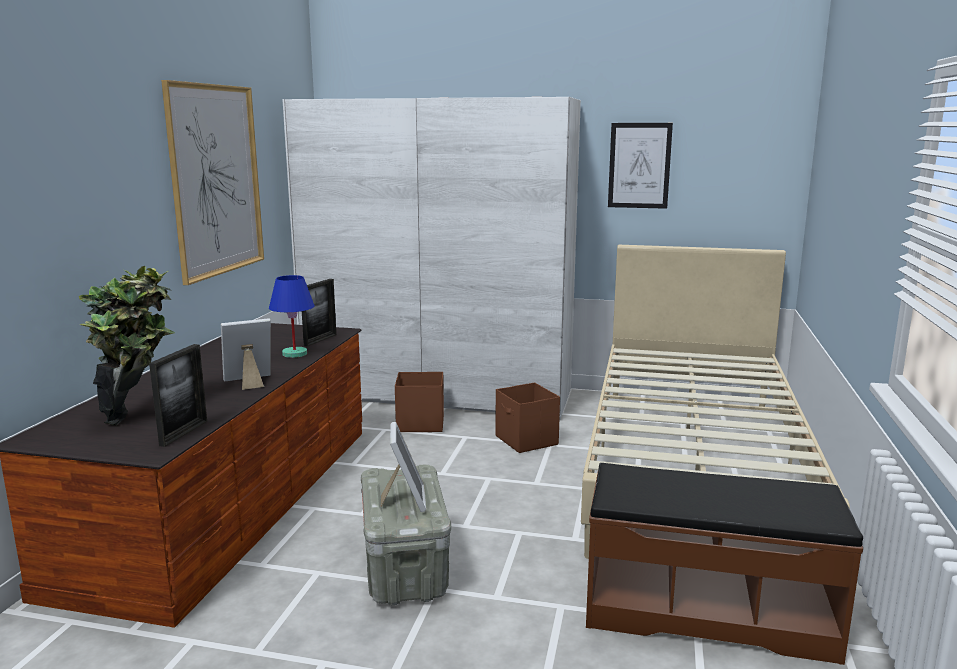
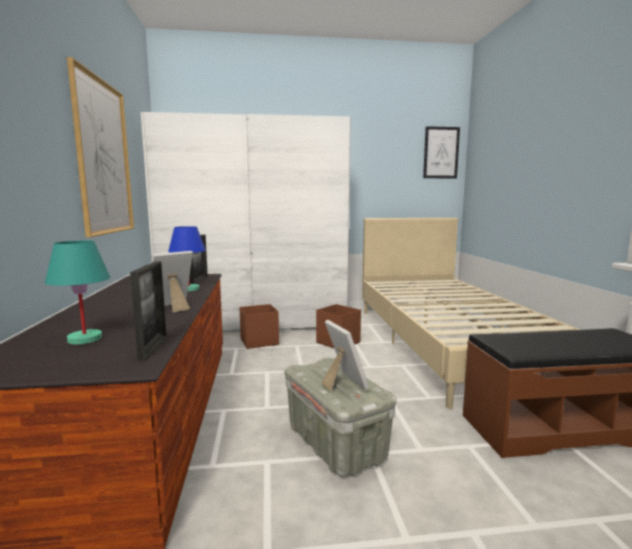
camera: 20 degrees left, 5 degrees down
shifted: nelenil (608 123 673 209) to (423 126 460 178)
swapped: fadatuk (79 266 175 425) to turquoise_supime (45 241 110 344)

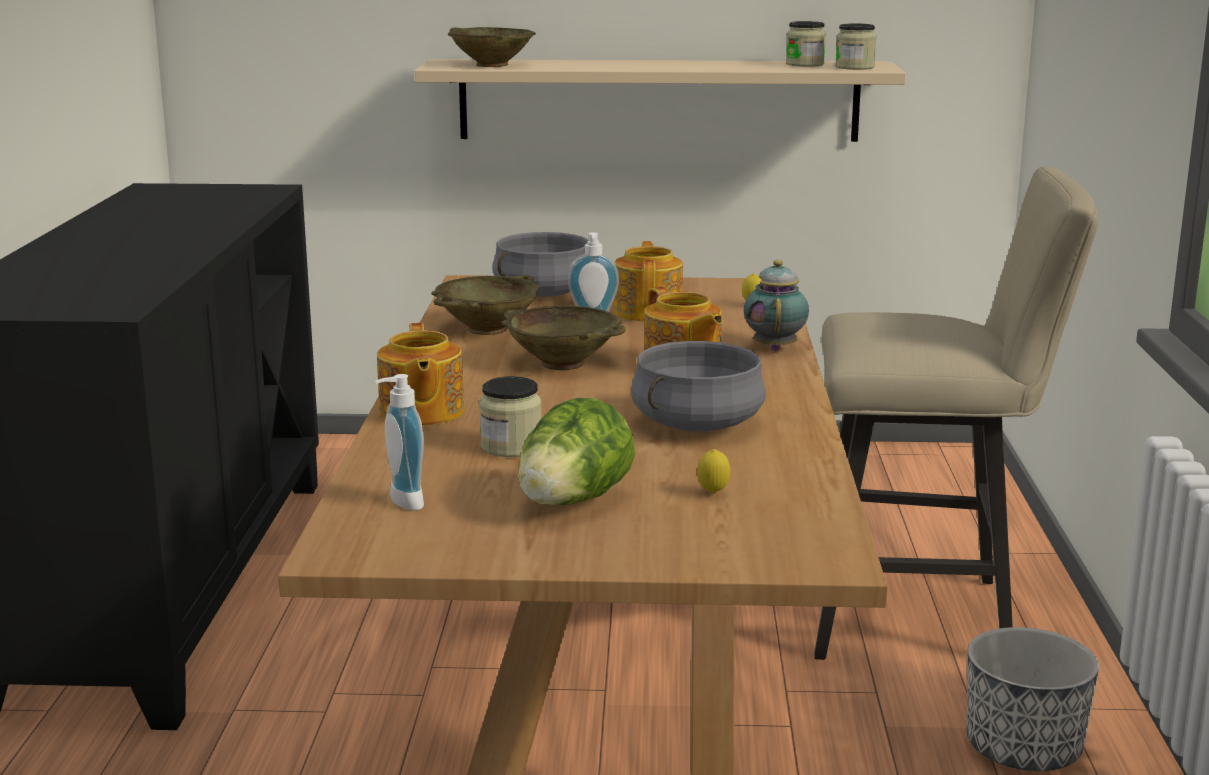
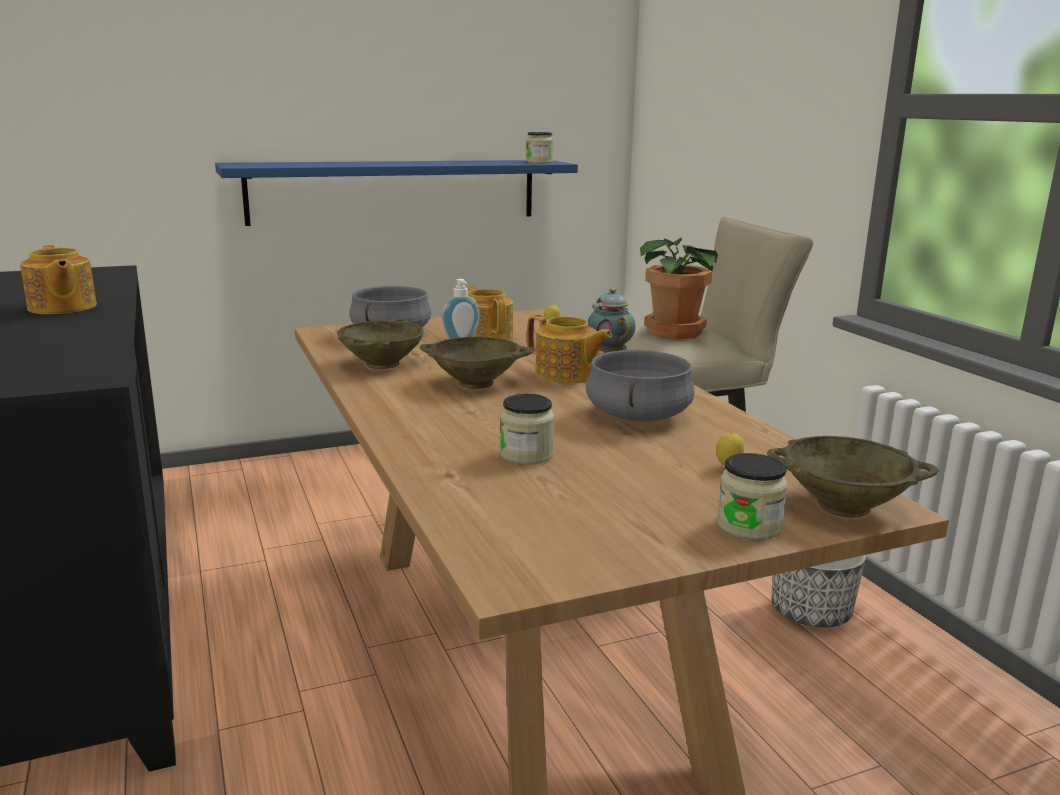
camera: 25 degrees left, 0 degrees up
gone: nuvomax (375 374 424 511); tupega (518 398 635 505)
new: fadatuk (640 238 718 339)
shifted: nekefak (377 323 465 426) to (20 245 97 314); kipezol (786 21 826 67) to (717 453 788 540); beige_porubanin (448 27 536 67) to (767 436 938 518)
repainted: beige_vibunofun (414 59 906 142) to blue_vibunofun (215 160 578 226)

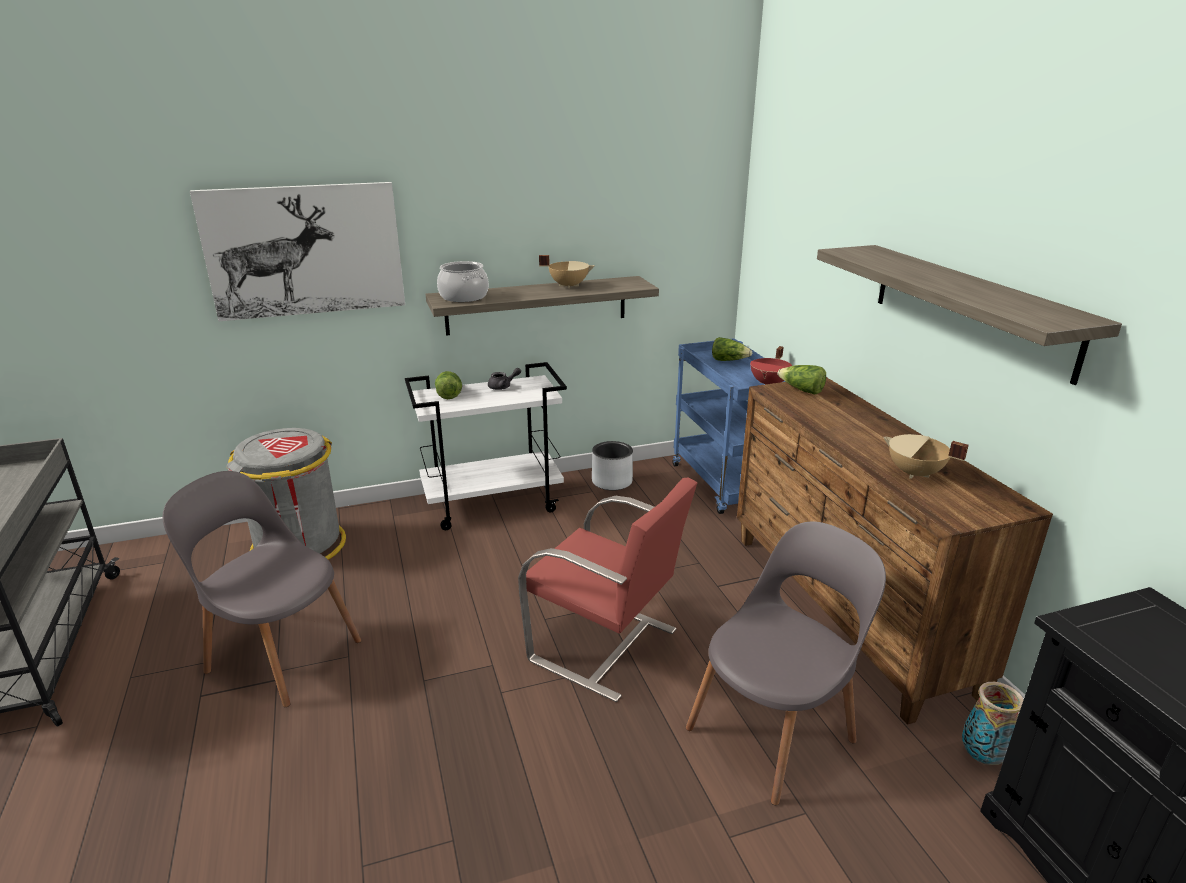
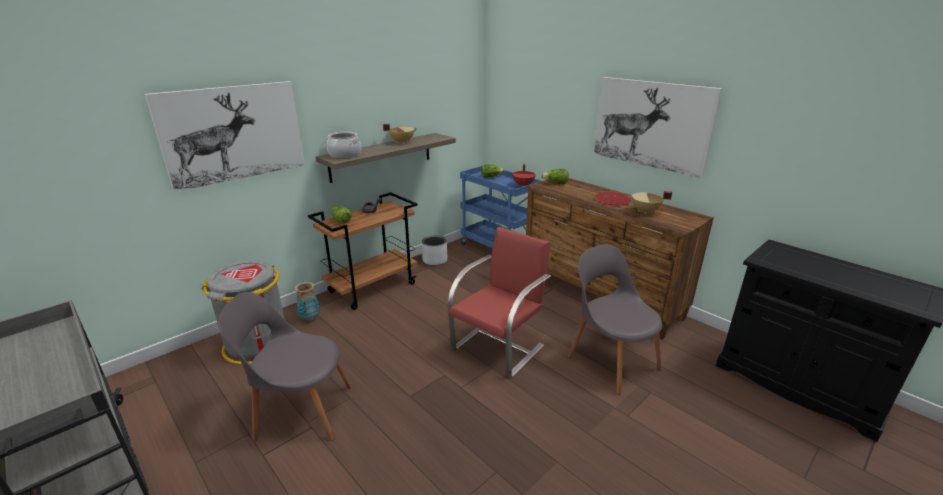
camera: 25 degrees left, 0 degrees up
new: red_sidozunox (594 191 632 206)
shifted: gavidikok (962 682 1023 765) to (295 282 320 321)
swapped: vibunofun (817 245 1122 385) to nelenil (594 77 723 178)
repainted: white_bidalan (405 362 567 530) to brown_bidalan (308 192 418 310)
rotated: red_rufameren (518 477 697 702) = (448 227 551 377) 60 degrees counterclockwise; grey_rufameren (686 522 886 805) = (568 244 662 395) 60 degrees counterclockwise

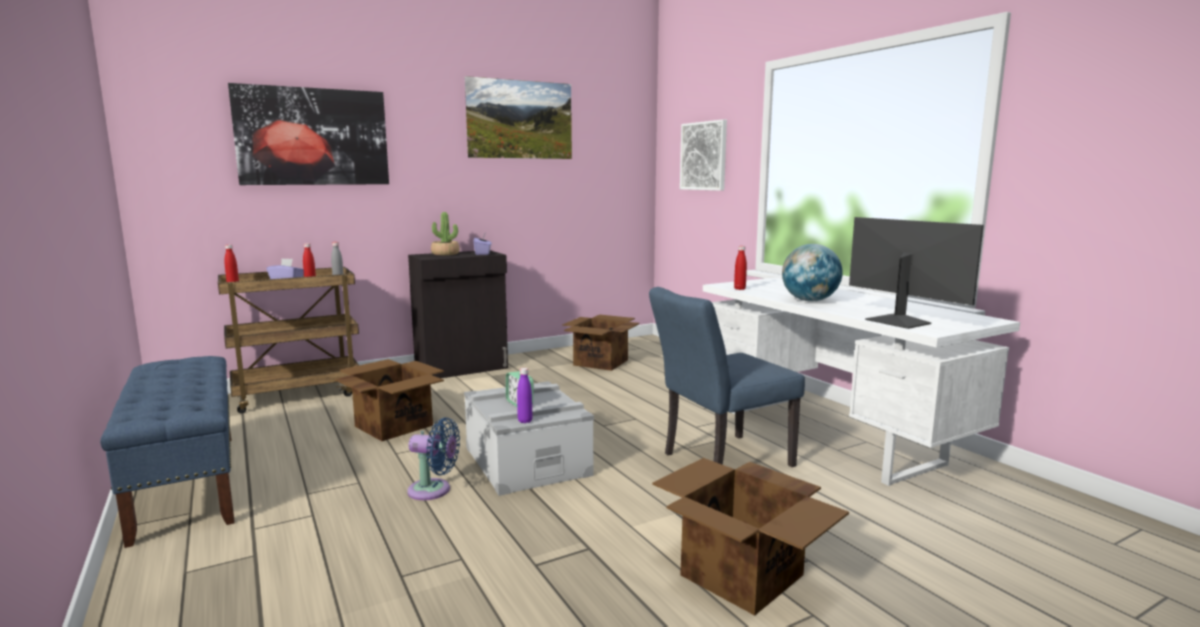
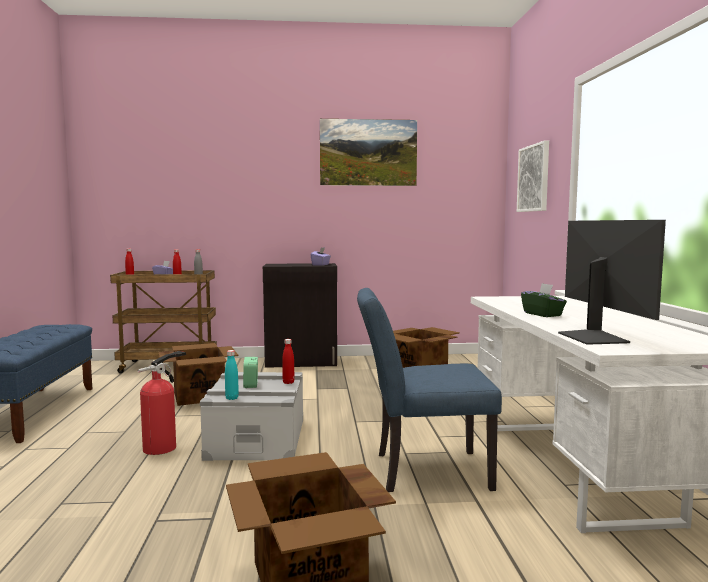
camera: 25 degrees right, 5 degrees down
gone: nelenil (228 83 389 185); fadatuk (431 212 459 255)
shifted: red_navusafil (734 246 747 290) to (282 339 295 384)
swapped: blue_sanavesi (407 418 460 500) to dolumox (137 351 186 455); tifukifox (782 244 843 302) to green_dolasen (521 283 567 317)
repainted: purple_navusafil (517 368 532 423) to turquoise_navusafil (225 350 239 400)

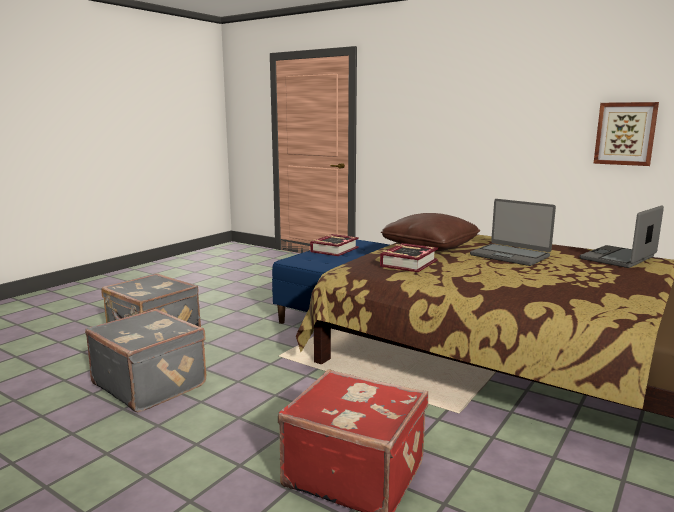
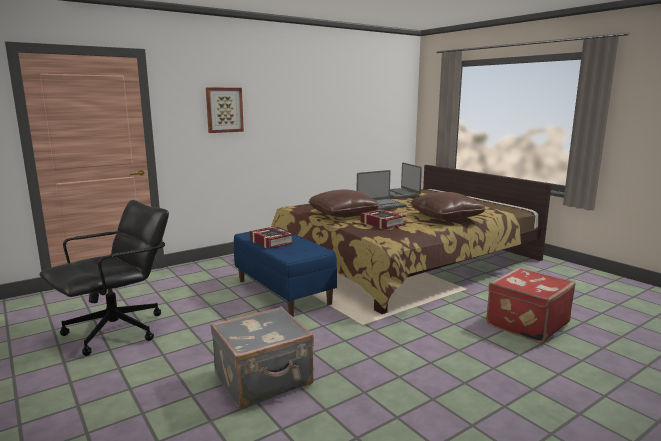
camera: 70 degrees left, 0 degrees up
gone: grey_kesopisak (85 309 206 412)
new: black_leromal (39 200 169 356); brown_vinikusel (410 192 486 220)
shifted: nelenil (593 102 659 166) to (206 87 244 133)

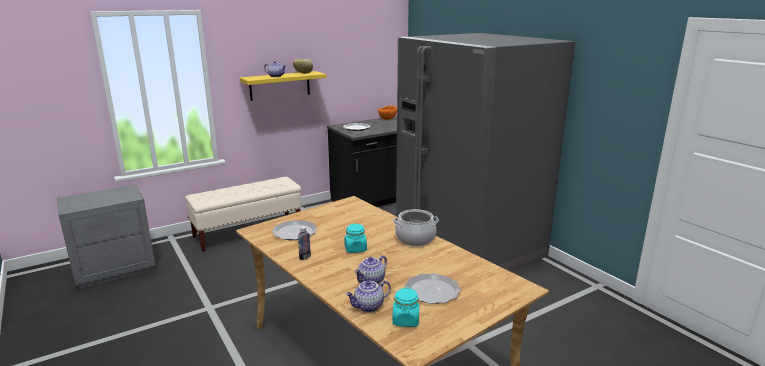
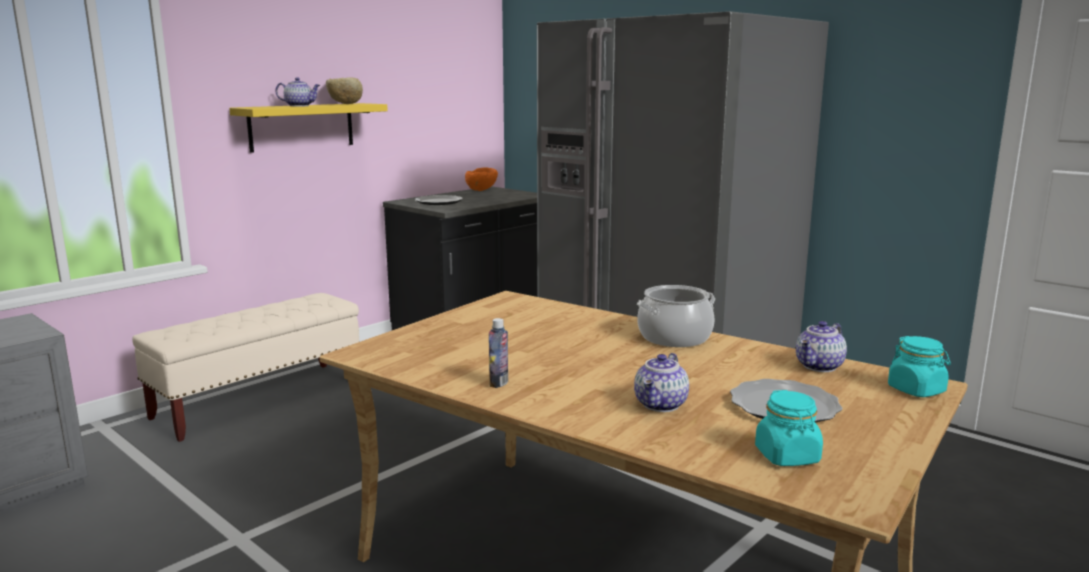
camera: 15 degrees left, 5 degrees down
gone: sidozunox (272 220 318 240)
shifted: nekefak (345 280 391 312) to (796 321 847 372); turquoise_kipezol (345 223 367 253) to (888 336 951 397)

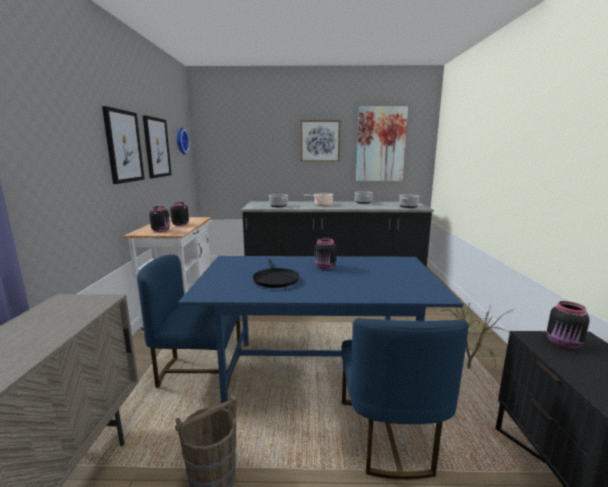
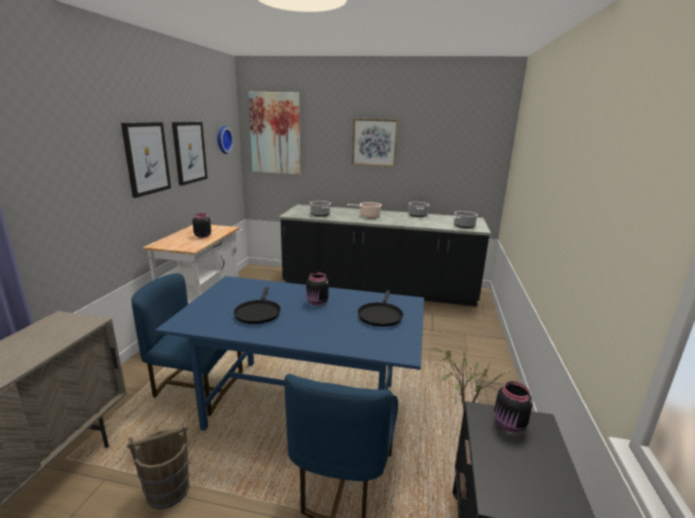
camera: 10 degrees right, 5 degrees up
gone: black_kipezol (149 206 170 232)
new: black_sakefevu (358 290 403 327)
shifted: nelenil (356 107 408 181) to (248 92 300 174)

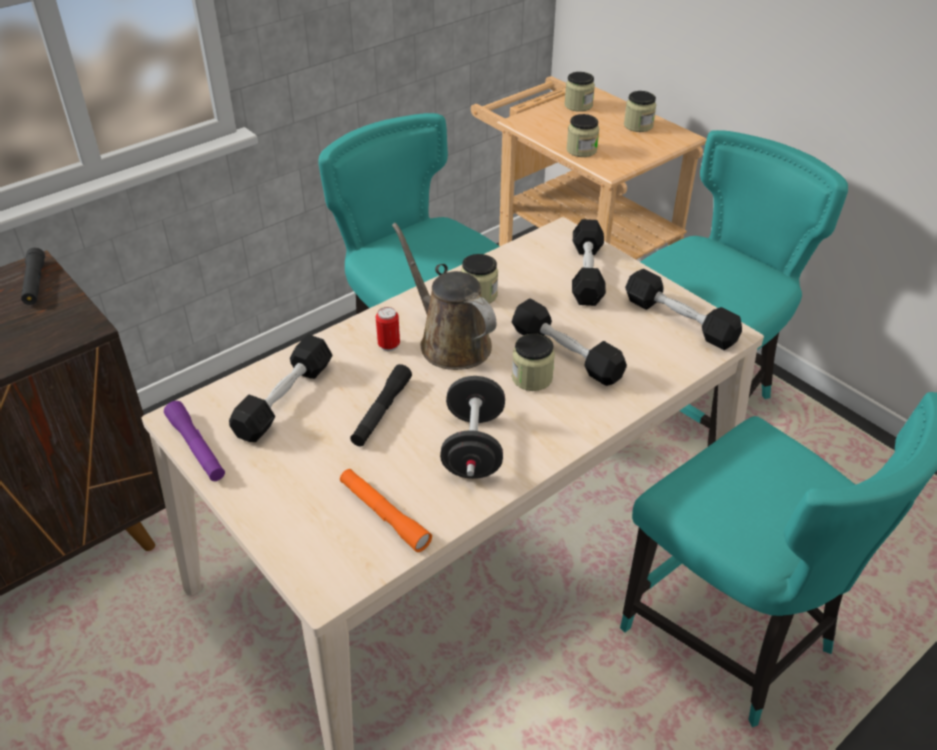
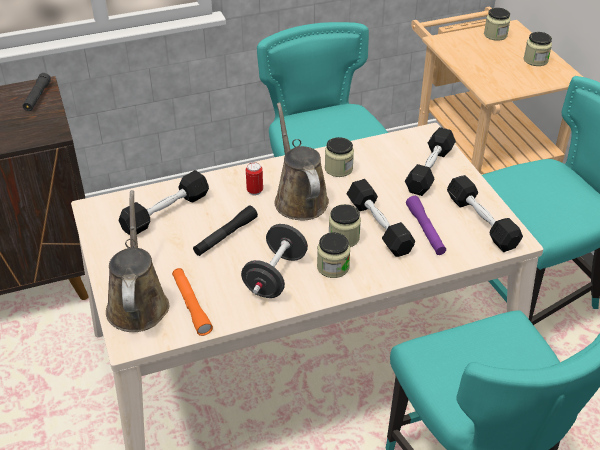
camera: 20 degrees right, 0 degrees up
new: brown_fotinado (106 190 169 332)
shifted: kipezol (566 114 599 157) to (317 232 350 278); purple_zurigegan (164 401 225 481) to (406 196 446 255)

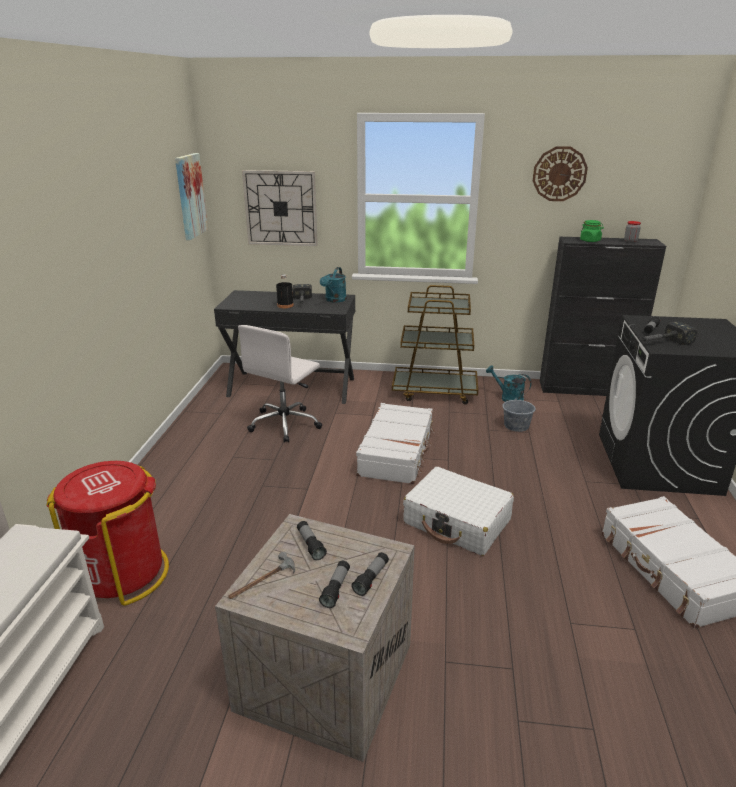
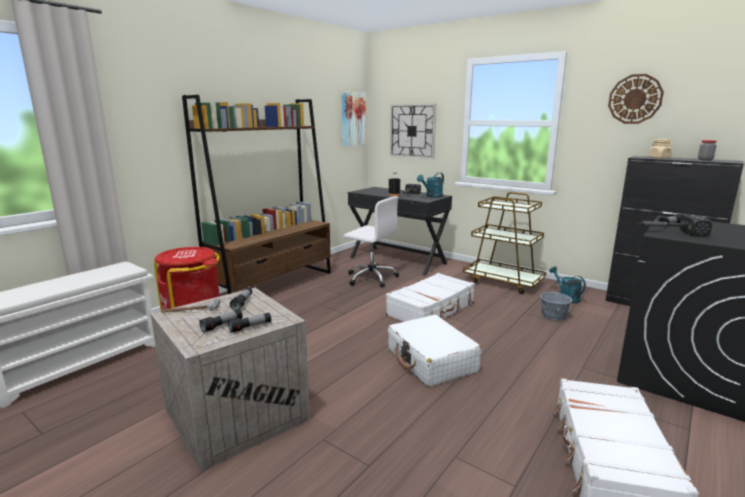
camera: 30 degrees right, 10 degrees down
new: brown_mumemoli (182 95 331 294)
repainted: green_kipezol (580 220 604 242) to beige_kipezol (649 139 672 159)
rotated: white_leromal (238 325 322 443) = (343 196 399 287) 120 degrees counterclockwise

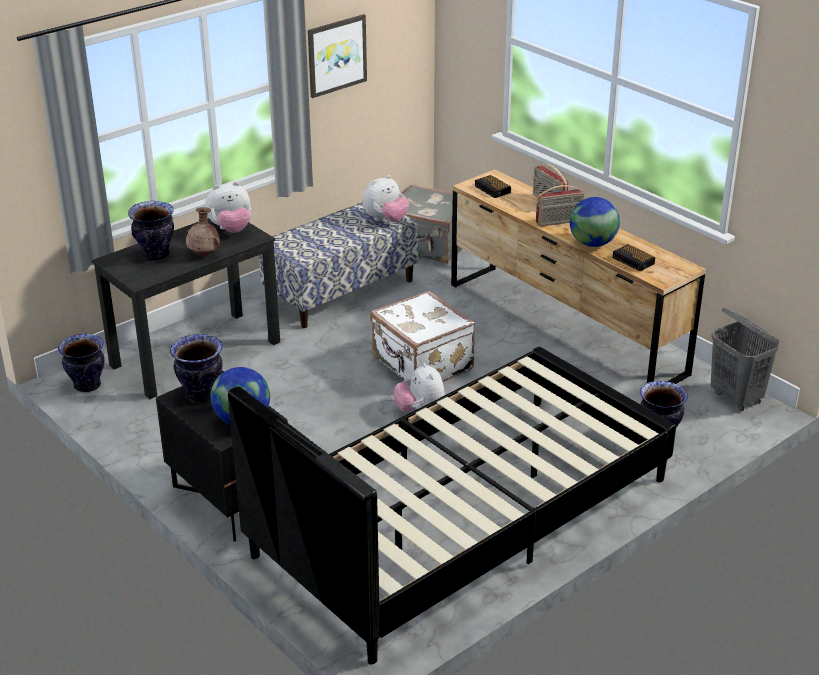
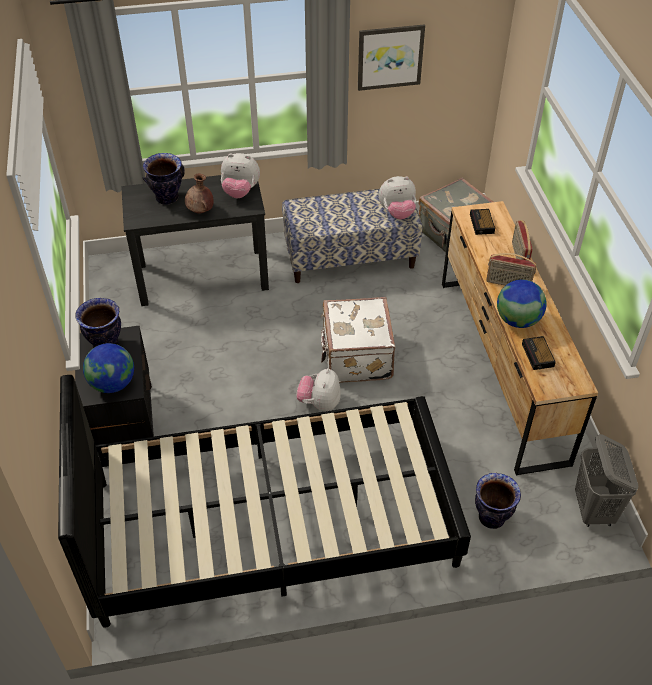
camera: 30 degrees right, 15 degrees up
gone: gavidikok (58 334 105 392)

